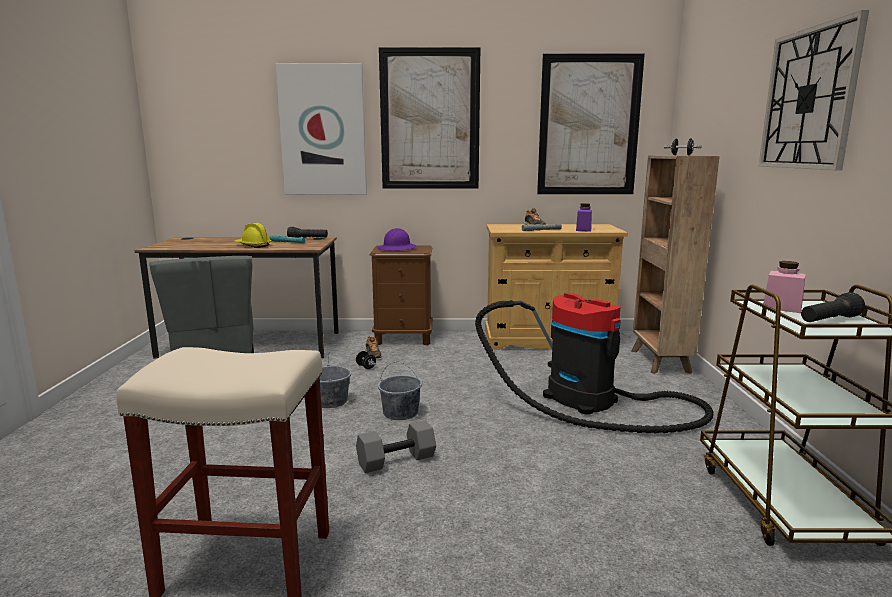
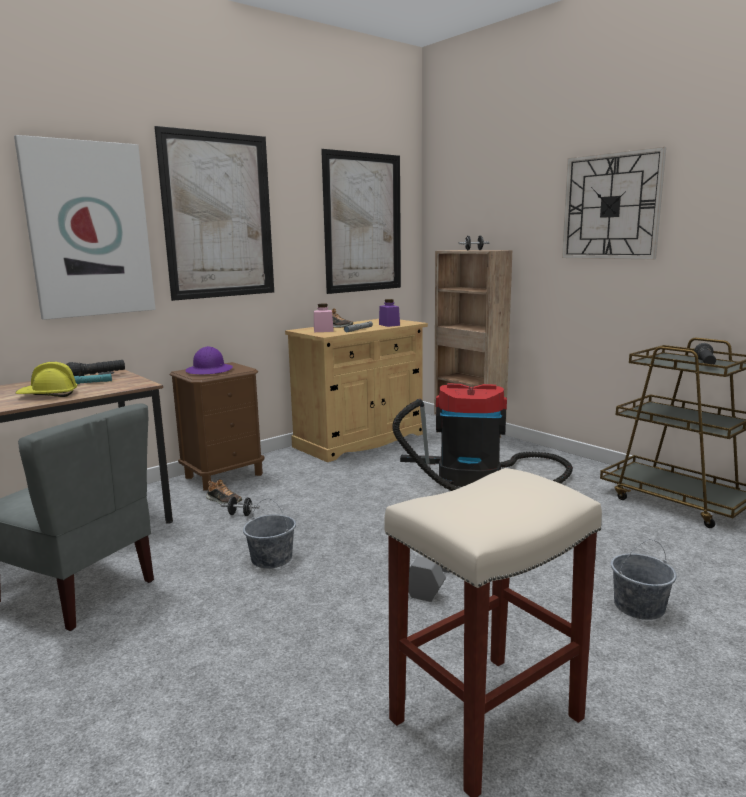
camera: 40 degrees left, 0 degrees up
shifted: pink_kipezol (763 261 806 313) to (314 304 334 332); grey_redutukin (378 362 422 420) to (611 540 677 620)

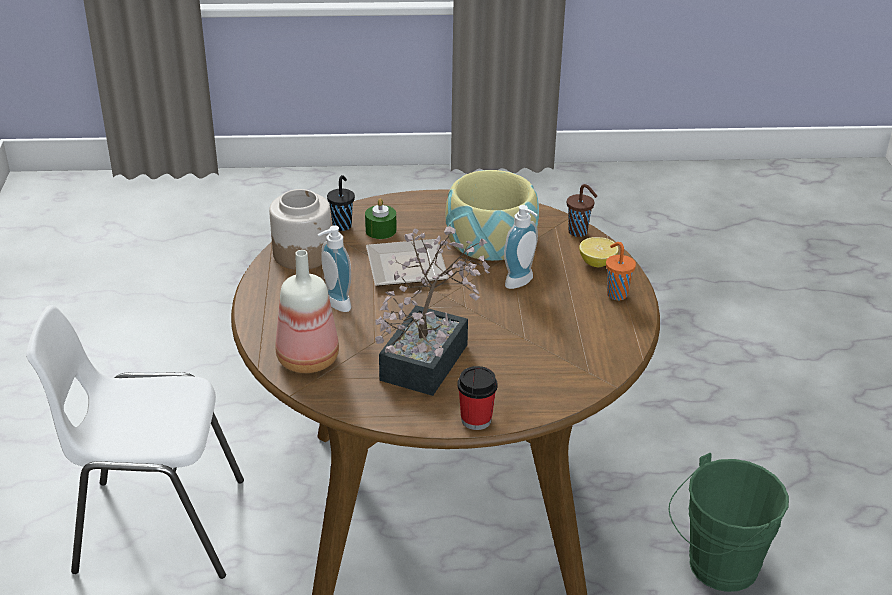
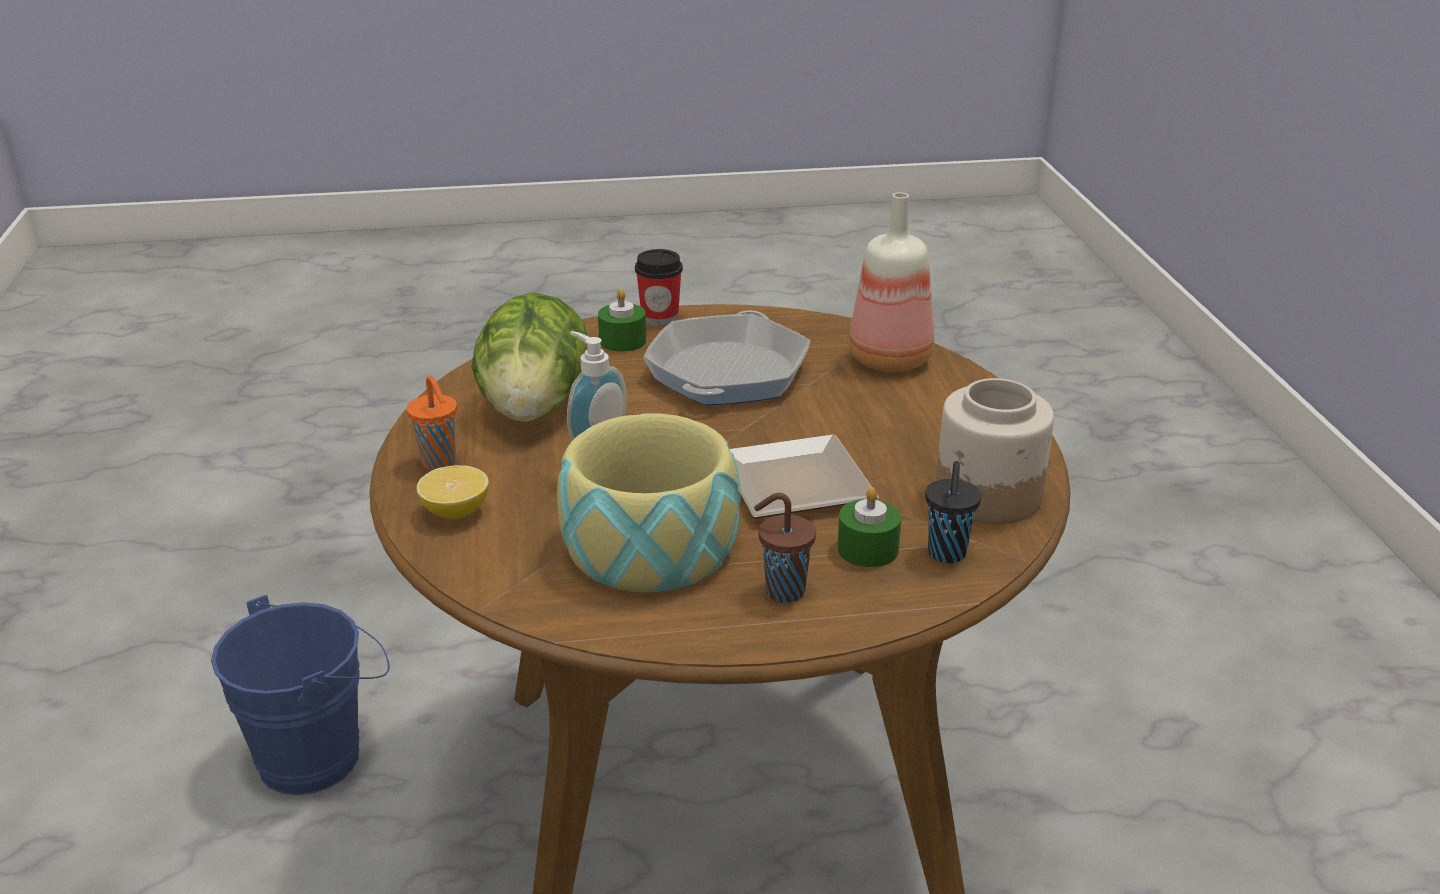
camera: 175 degrees right, 5 degrees down
gone: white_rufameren (26 305 244 579); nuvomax (318 225 351 312)
new: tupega (472 292 588 422); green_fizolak (598 289 646 352)
shifted: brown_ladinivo (567 184 597 237) to (754 493 816 603)
swapped: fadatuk (375 226 490 396) to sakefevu (643 311 810 405)
repainted: green_redutukin (668 453 789 592) to blue_redutukin (211 595 390 795)

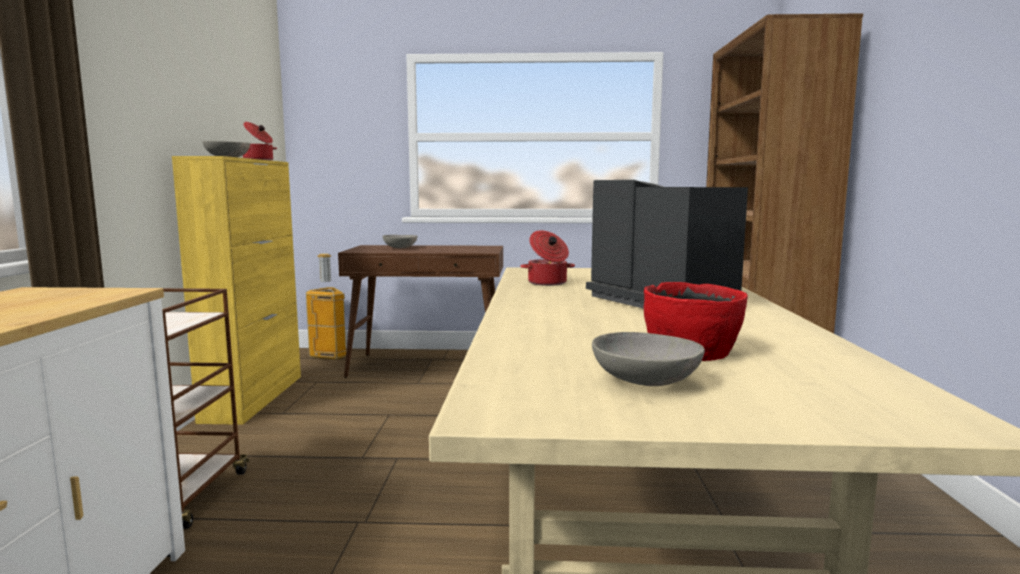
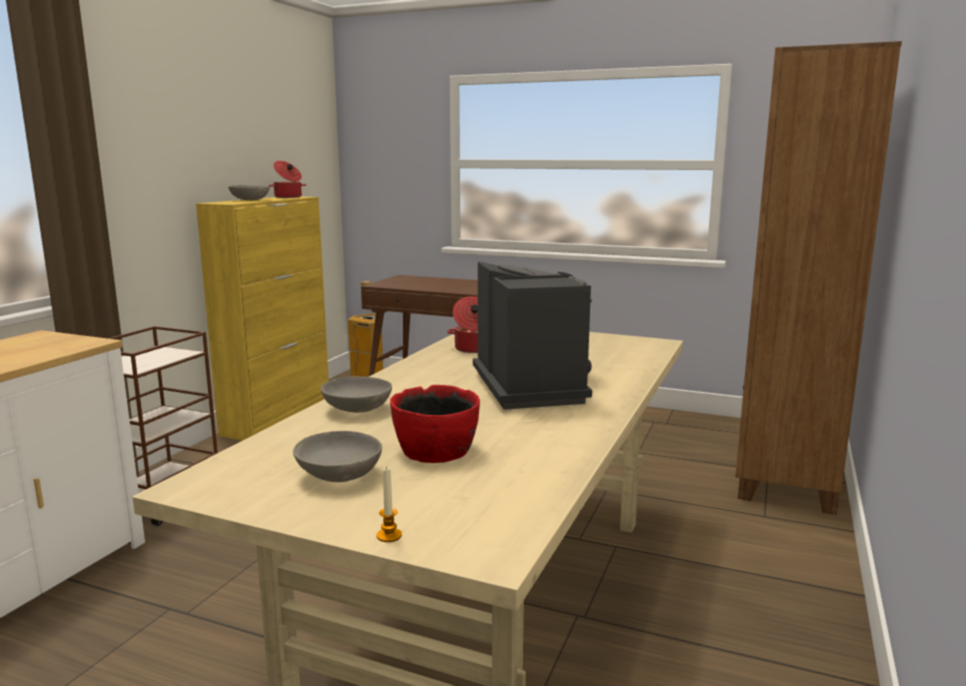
camera: 20 degrees right, 5 degrees up
new: fizolak (377 467 402 542)
shifted: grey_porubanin (382 235 417 248) to (321 376 392 413)

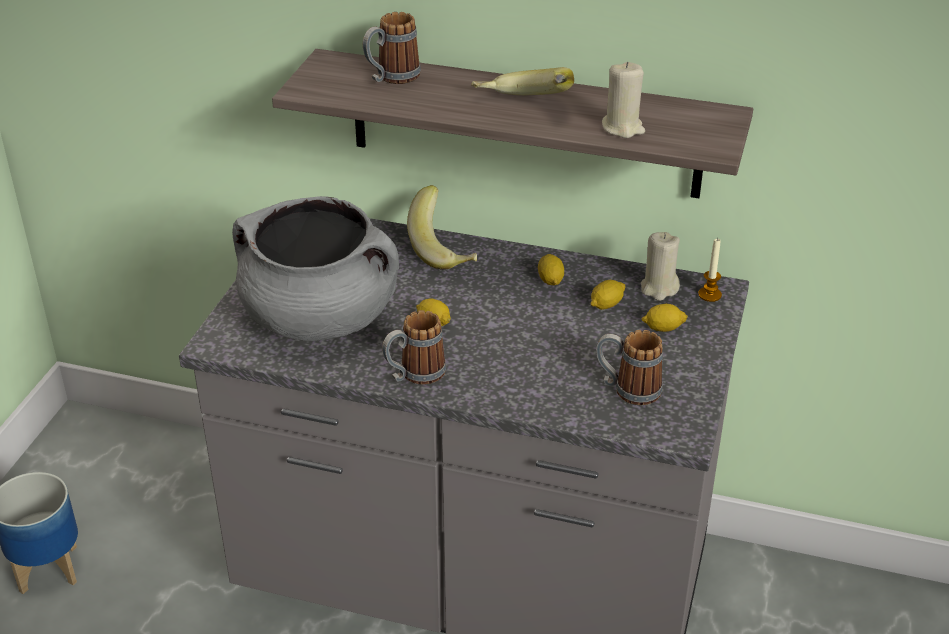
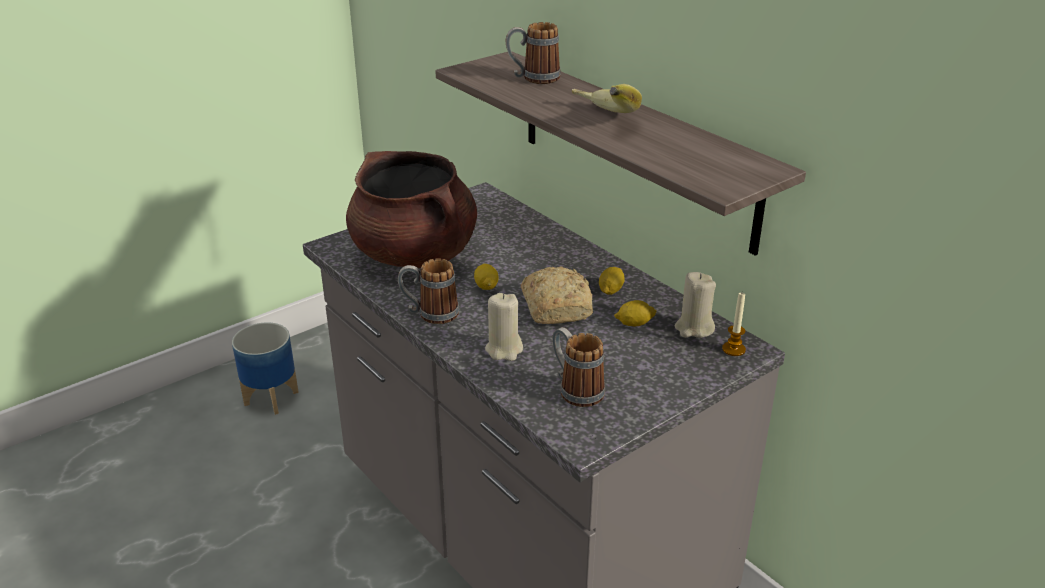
camera: 35 degrees right, 5 degrees down
gone: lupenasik (407 185 477 270); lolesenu (642 304 688 332)
new: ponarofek (521 266 593 324)
shifted: beige_fizolak (602 62 645 138) to (485 293 523 361)
repainted: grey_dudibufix (232 196 399 341) to brown_dudibufix (346 151 477 269)

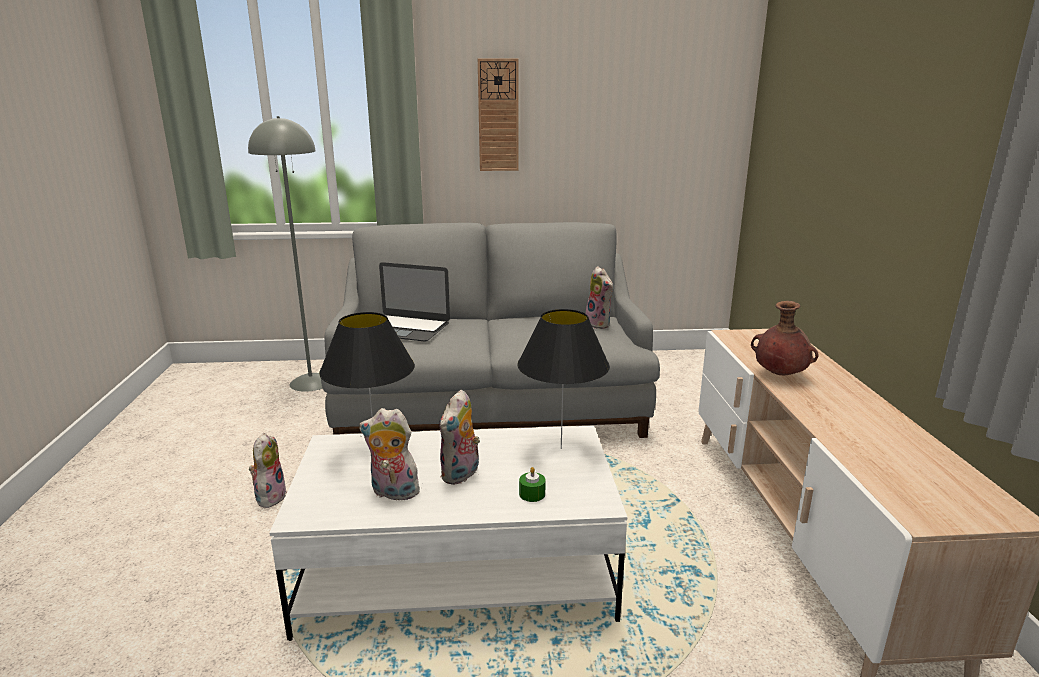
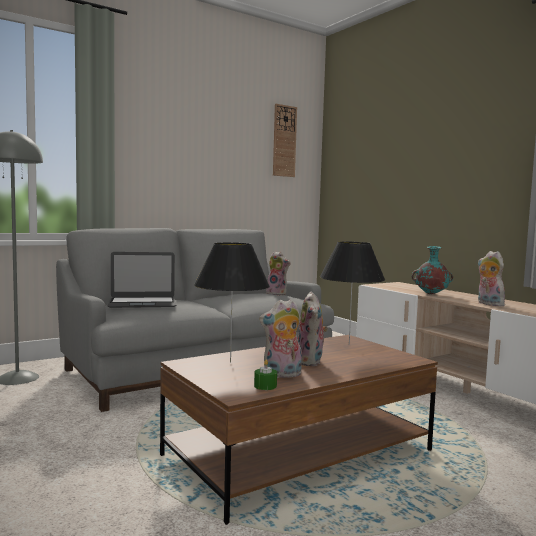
camera: 30 degrees left, 15 degrees down
shifted: green_fizolak (519 467 546 502) to (254 360 277 390); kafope (478 59 519 171) to (273 104 297 177); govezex (249 433 287 508) to (477 251 505 306)
repainted: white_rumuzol (270 426 627 641) to brown_rumuzol (160 335 438 525); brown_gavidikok (751 301 819 375) to turquoise_gavidikok (412 246 453 294)

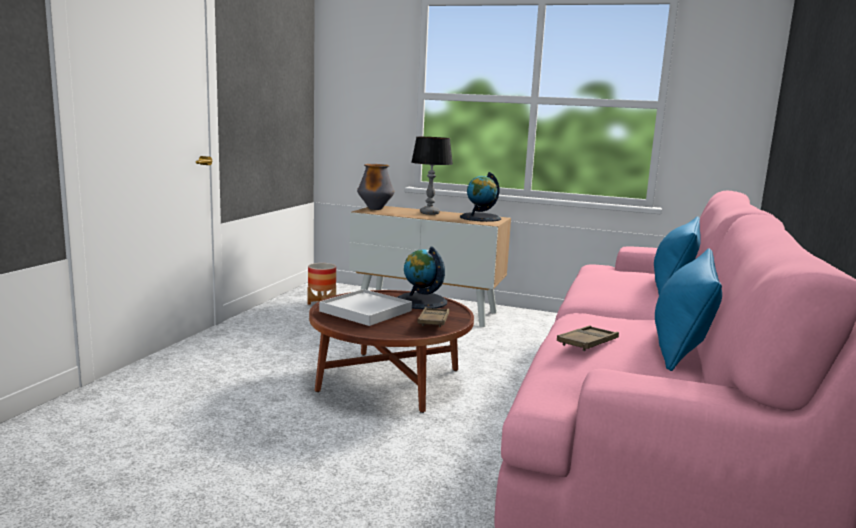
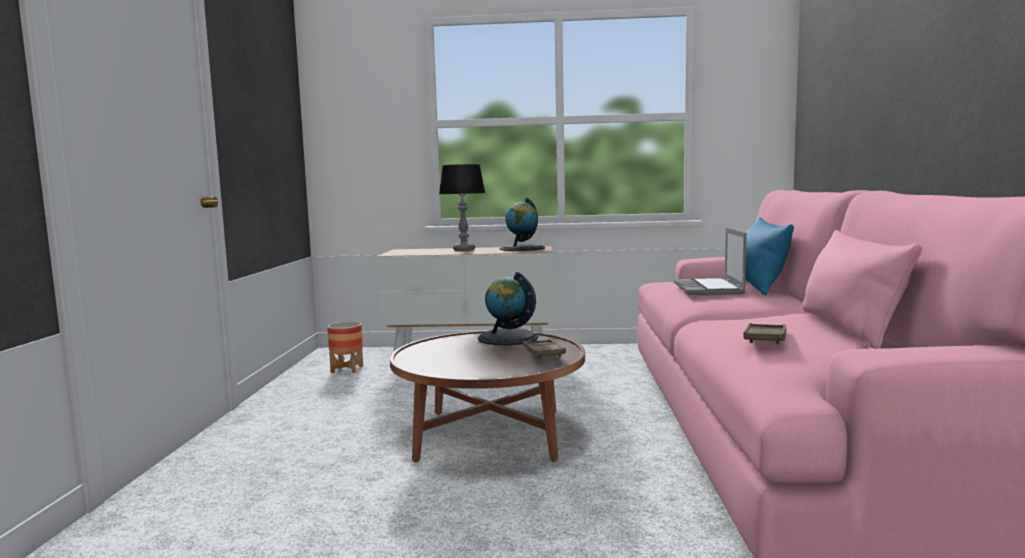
camera: 15 degrees left, 5 degrees down
gone: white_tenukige (319 289 412 326); gavidikok (357 164 394 210)
new: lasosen (674 228 747 295)
repainted: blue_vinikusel (655 248 722 371) to pink_vinikusel (802 230 922 349)

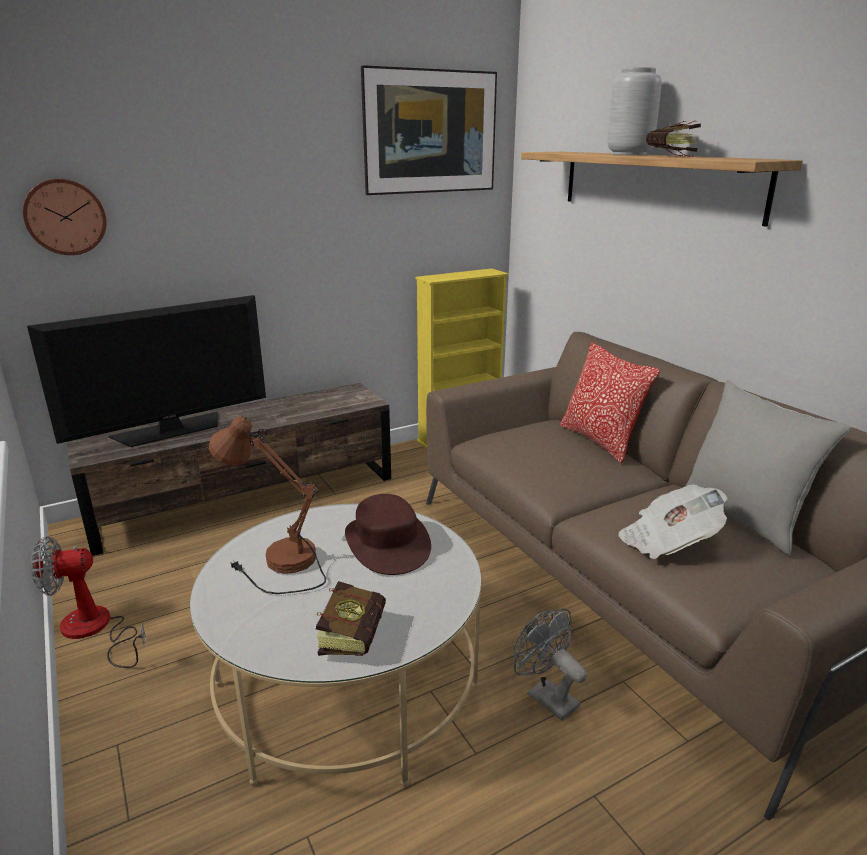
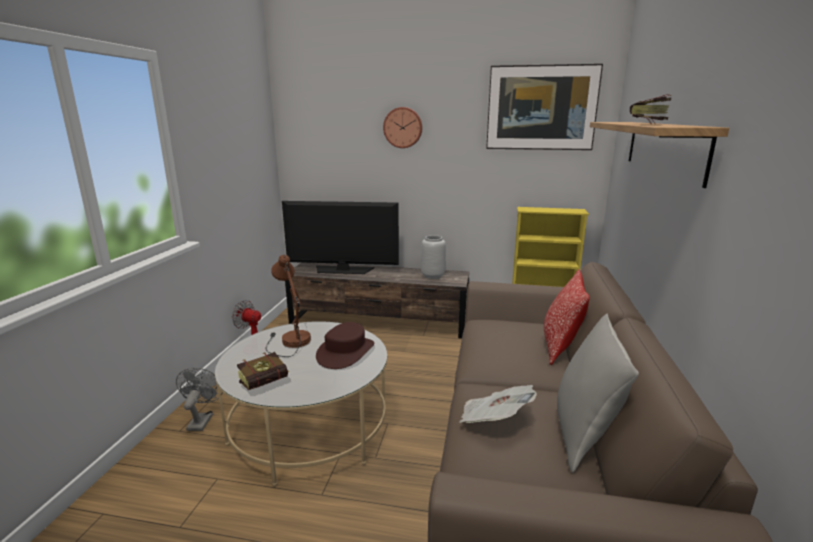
camera: 40 degrees right, 5 degrees down
shifted: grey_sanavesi (514 608 587 721) to (176 368 223 431); kafope (23 178 106 255) to (383 107 422 148); grey_gavidikok (608 67 662 155) to (421 235 446 279)

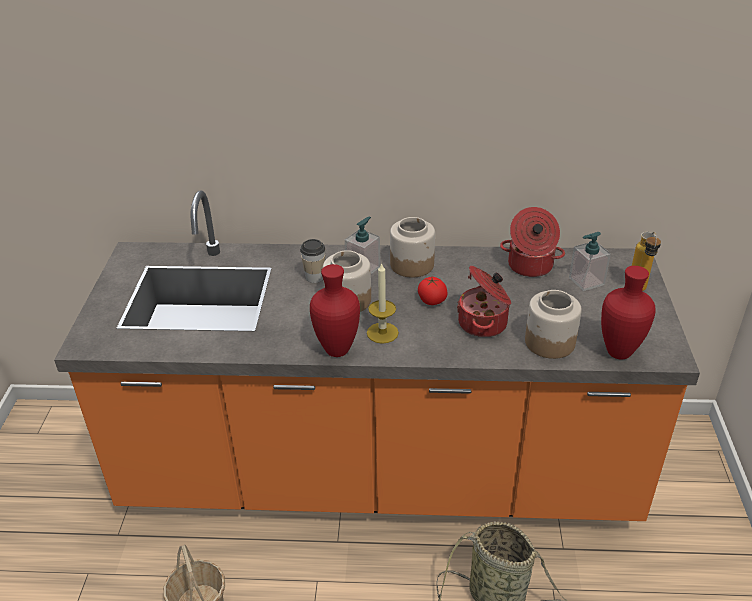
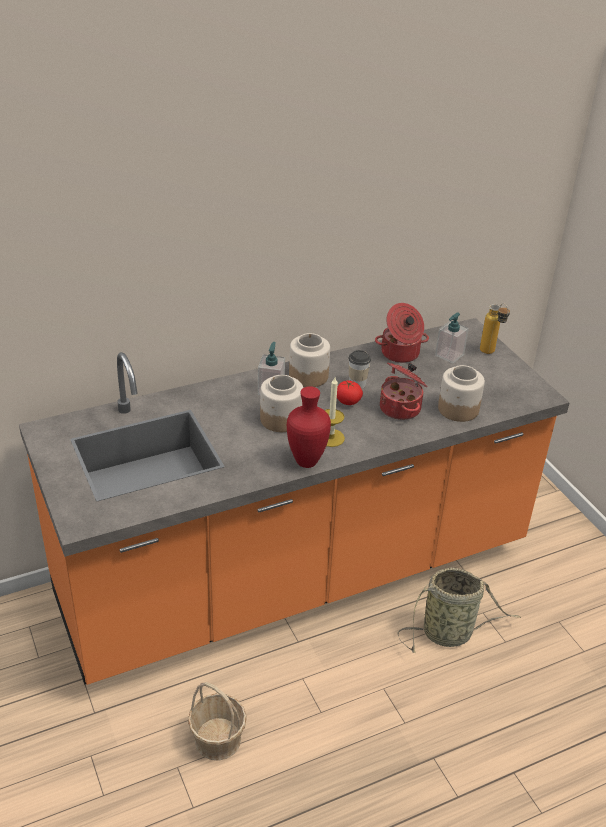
camera: 30 degrees left, 0 degrees up
gone: red_gavidikok (601 266 656 359)
shifted: ladinivo (300 239 325 283) to (348 350 371 389)

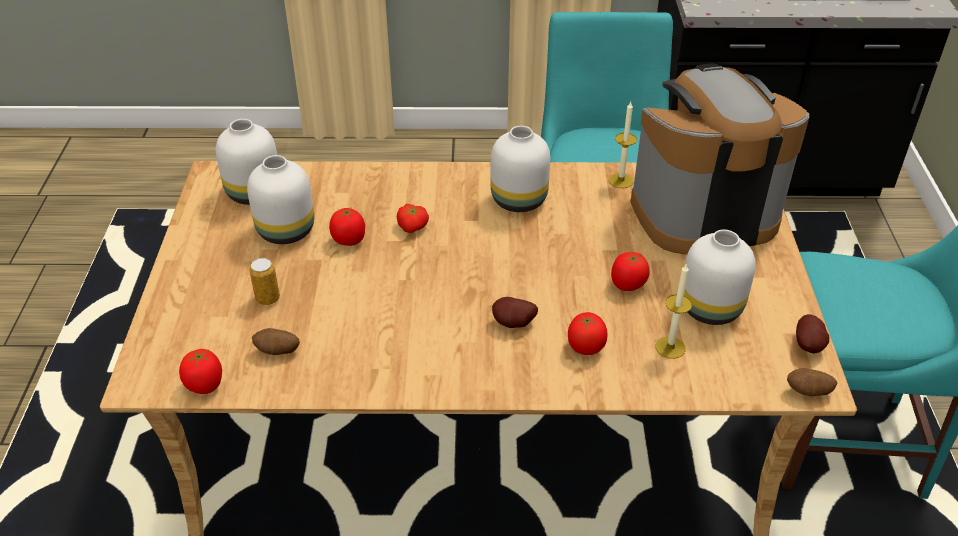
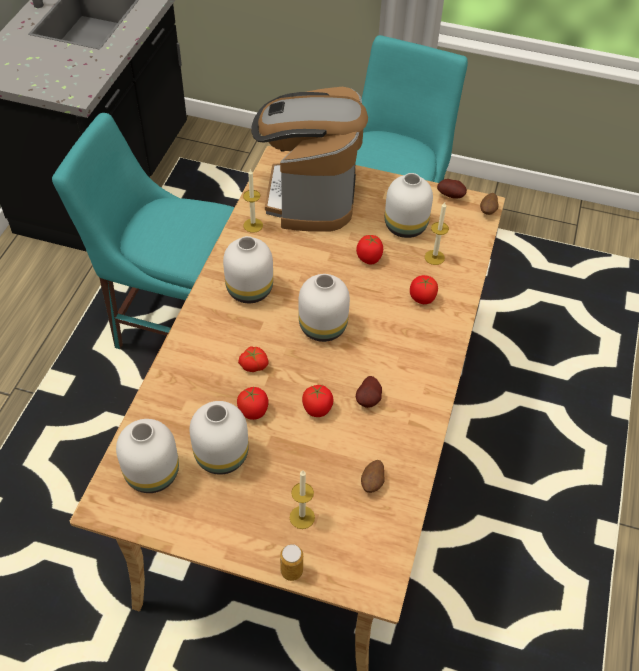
camera: 75 degrees left, 10 degrees up
new: fizolak (290 470 315 529); white_gavidikok (298 274 350 342)
shifted: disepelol (249 258 280 305) to (280 544 303 581); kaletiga (179 349 222 394) to (302 385 333 417); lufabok (492 297 538 328) to (356 376 382 408)

